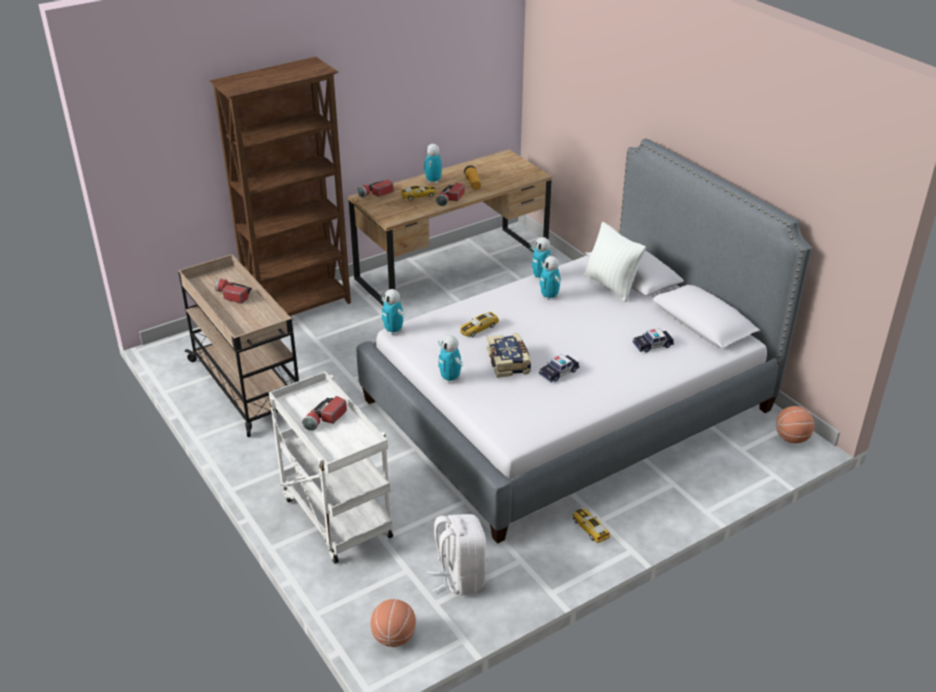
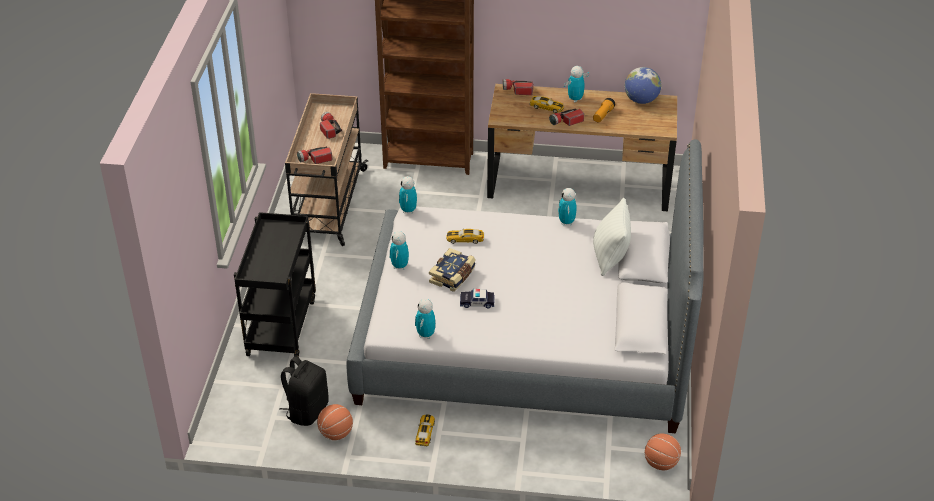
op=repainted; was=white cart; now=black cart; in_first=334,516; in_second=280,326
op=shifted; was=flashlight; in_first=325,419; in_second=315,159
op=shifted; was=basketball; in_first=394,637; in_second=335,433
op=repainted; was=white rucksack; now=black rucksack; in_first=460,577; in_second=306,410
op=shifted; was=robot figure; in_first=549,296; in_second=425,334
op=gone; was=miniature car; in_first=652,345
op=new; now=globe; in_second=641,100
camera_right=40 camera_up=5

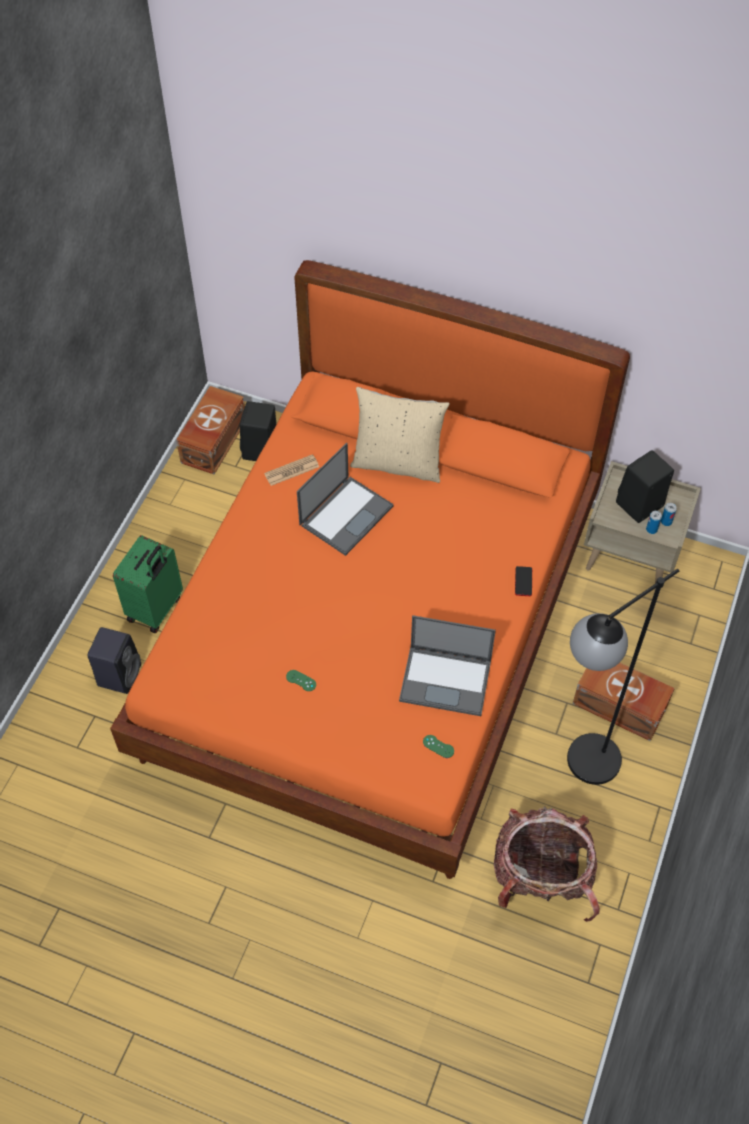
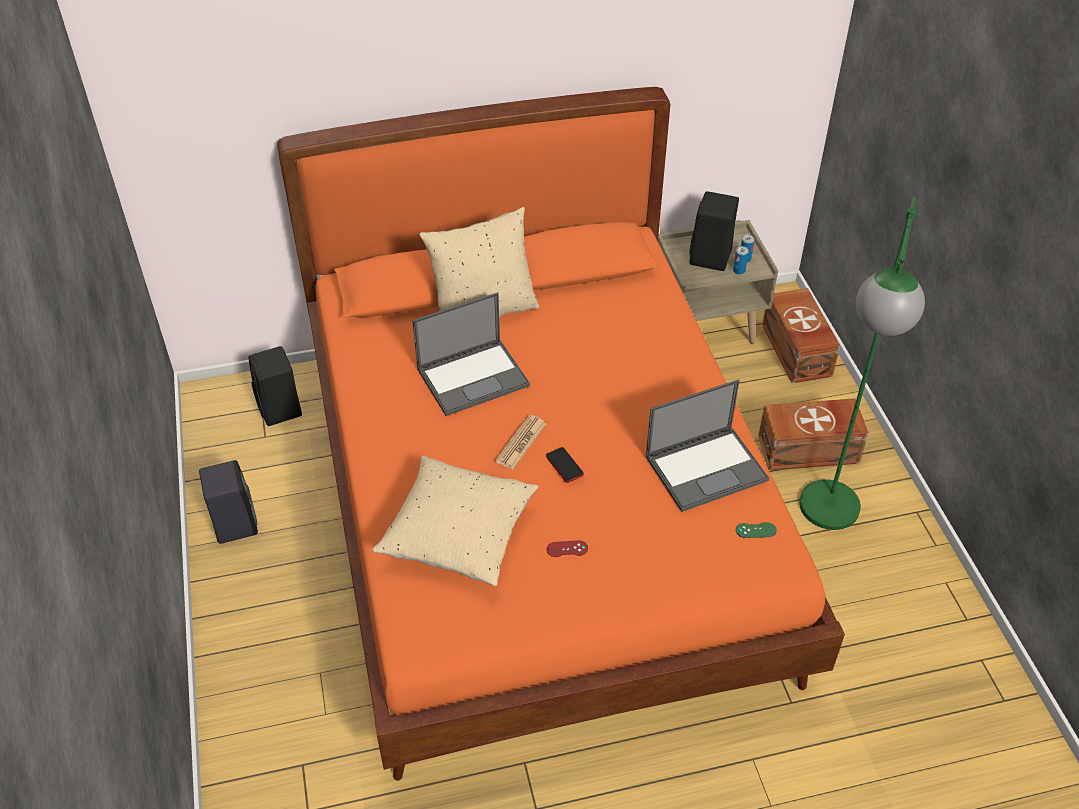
op=shifted; was=black audio speaker; in_first=119,673; in_second=234,522
op=gone; was=green-coloured piece of luggage; in_first=156,609
op=shifted; was=brownish storage box; in_first=212,442; in_second=795,351
op=shifted; was=printed paper; in_first=291,470; in_second=521,443
op=repainted; was=green-coloured game controller; now=red game controller; in_first=301,680; in_second=567,549
op=rotated; was=notebook computer; in_first=346,514; in_second=474,377; clockwise=60
op=gone; was=rucksack; in_first=541,878
op=shifted; was=telephone; in_first=523,581; in_second=564,465
op=repainted; was=black standard lamp; now=green-coloured standard lamp; in_first=579,771; in_second=826,523
op=new; now=beige-coloured pillow; in_second=458,535
camera_right=-35 camera_up=-10

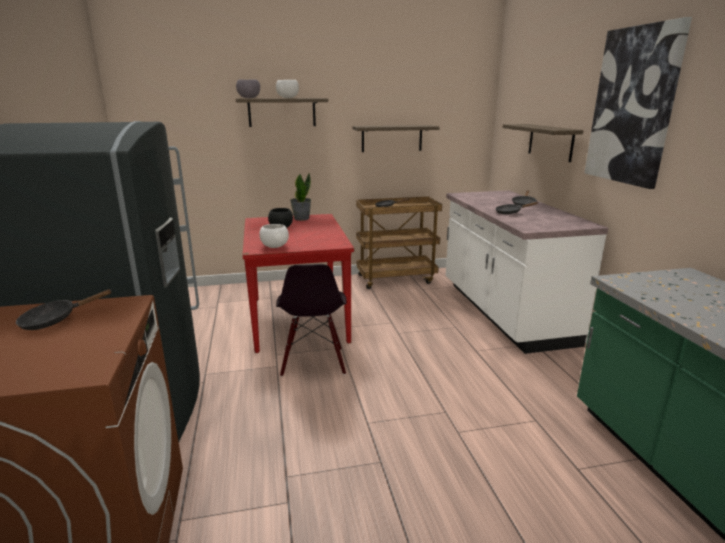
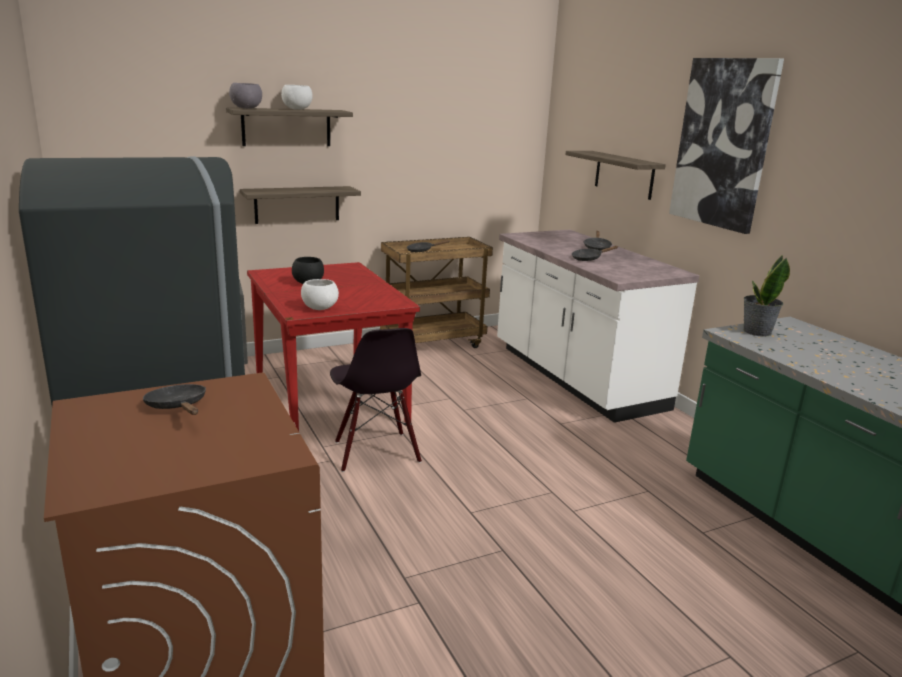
op=rotated; was=black pan; in_first=55,320; in_second=178,407; clockwise=105
op=shifted; was=houseplant; in_first=301,218; in_second=756,332
op=shifted; was=shelf; in_first=392,138; in_second=297,204
camera_right=-15 camera_up=0

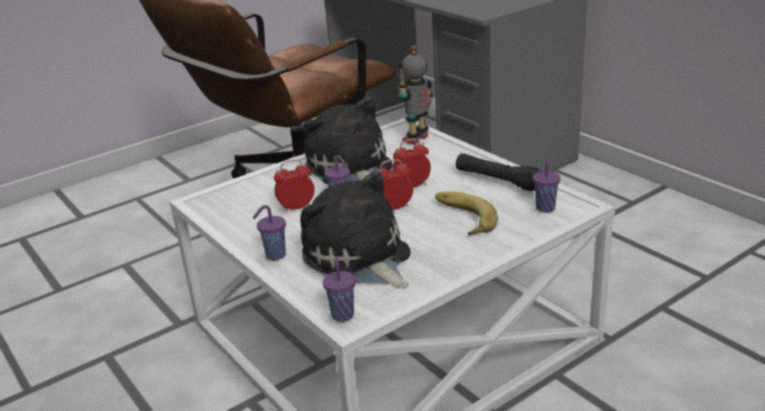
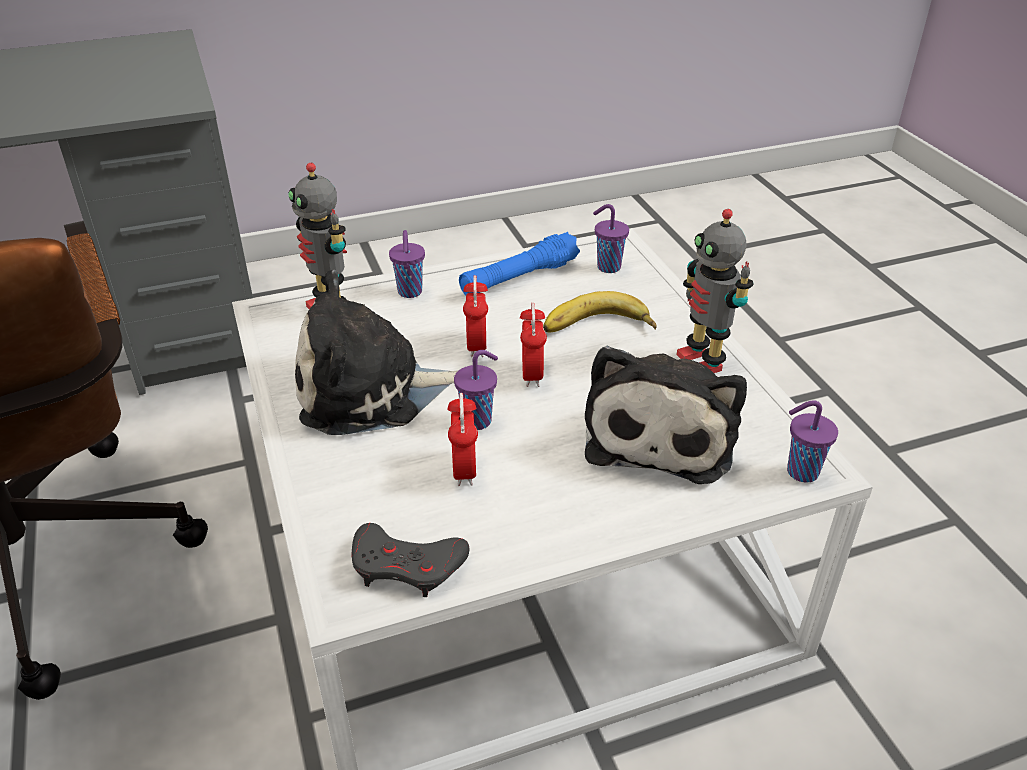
op=shifted; was=purple-coloured drinking cup; in_first=274,255; in_second=410,293
op=rotated; was=soft toy; in_first=359,259; in_second=661,433; clockwise=-60
op=repainted; was=black flashlight; now=blue flashlight; in_first=499,181; in_second=519,278
op=new; now=grey game controller; in_second=407,565
op=new; now=robot figure; in_second=702,361
camera_right=-75 camera_up=10

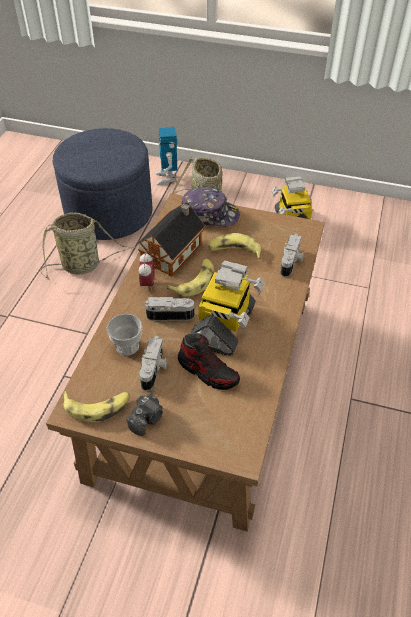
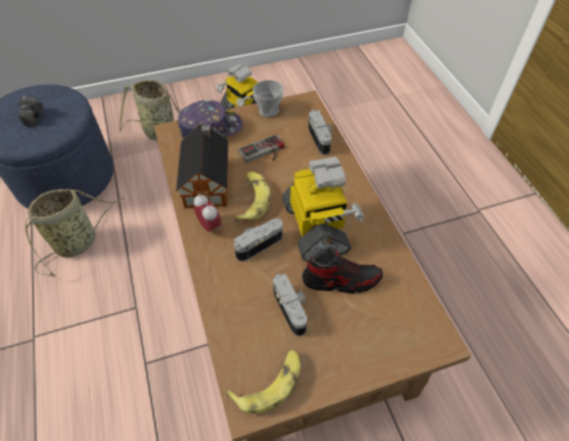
op=shifted; was=drinking cup; in_first=127,346; in_second=268,110
op=shifted; was=still camera; in_first=147,419; in_second=34,117
op=gone; was=robot figure; in_first=167,178
op=swapped; was=banana fruit; now=game controller; in_first=234,251; in_second=263,153
camera_right=-35 camera_up=5

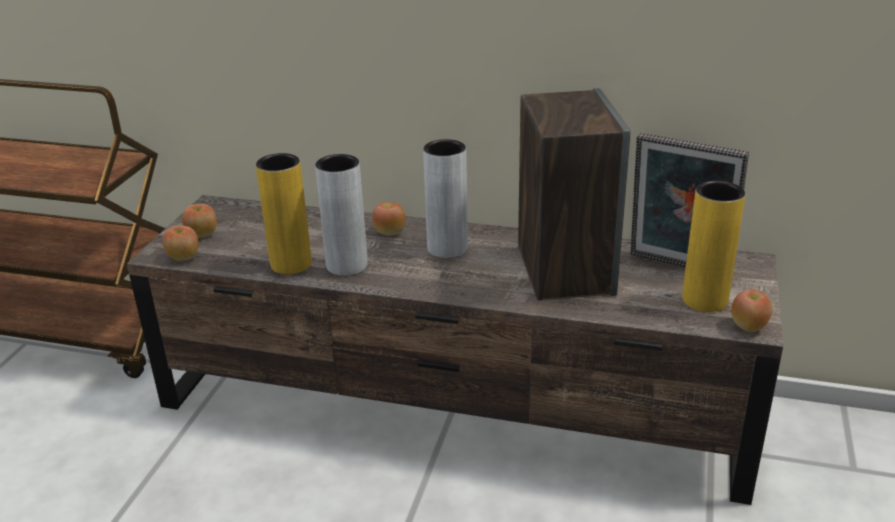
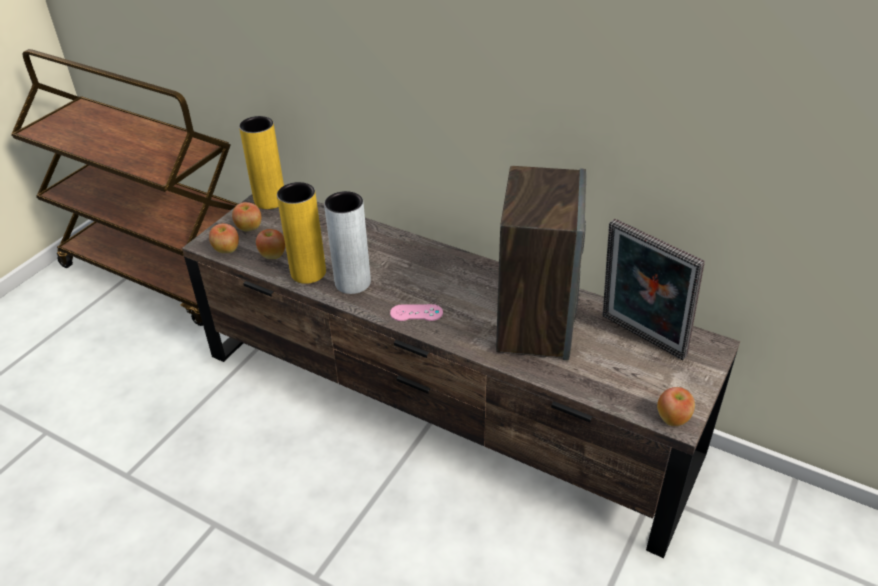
op=shifted; was=apple fruit; in_first=389,233; in_second=273,255
op=gone; was=grey flower vase; in_first=447,248
op=shifted; was=yellow flower vase; in_first=704,300; in_second=270,200
op=new; now=pinkish game controller; in_second=416,313
camera_right=15 camera_up=10

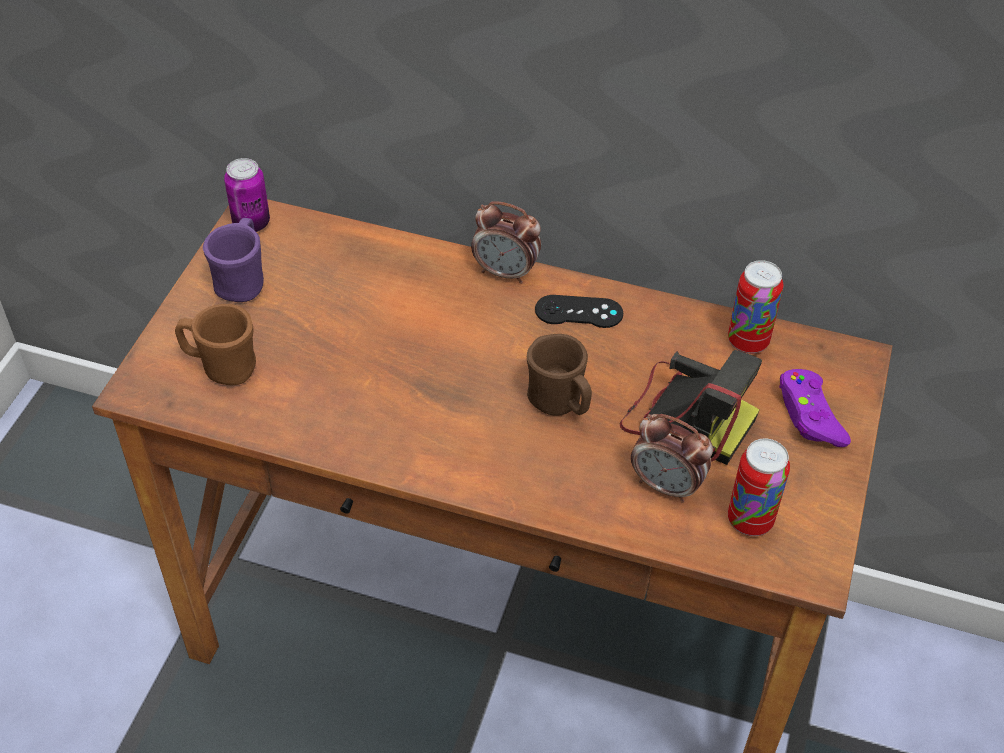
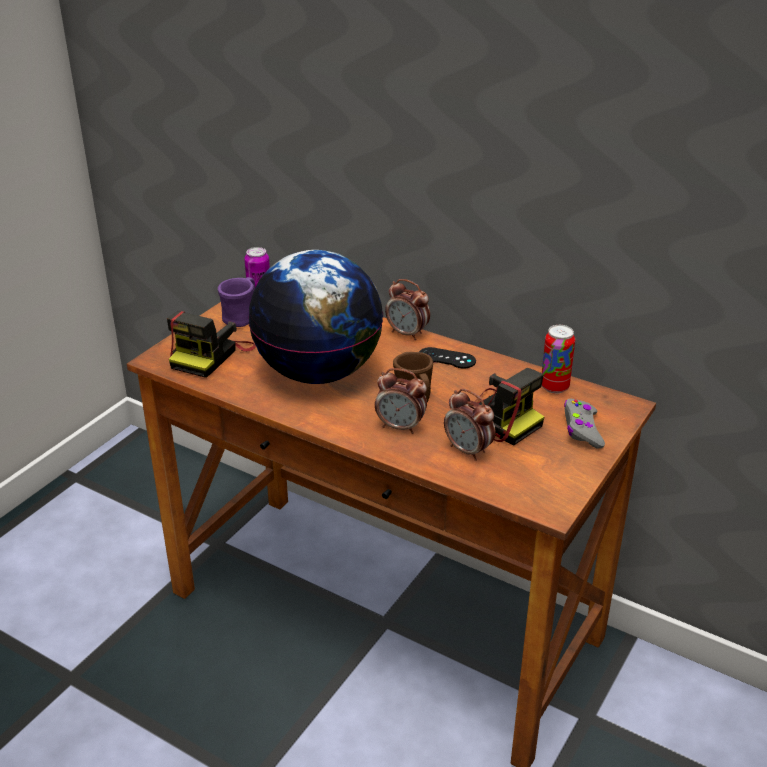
op=swapped; was=brownish mug; now=still camera; in_first=221,367; in_second=211,355
op=gone; was=can; in_first=750,520
op=repainted; was=purple-coloured game controller; now=grey game controller; in_first=809,415; in_second=582,429
op=new; now=globe; in_second=319,372
op=new; now=alarm clock; in_second=400,427
camera_right=15 camera_up=-15

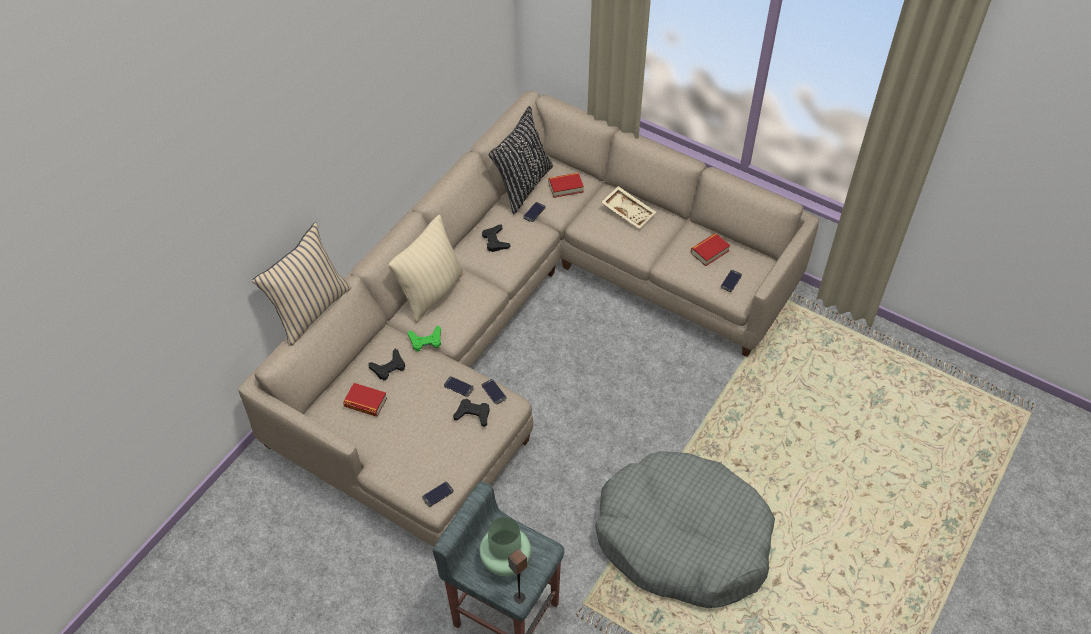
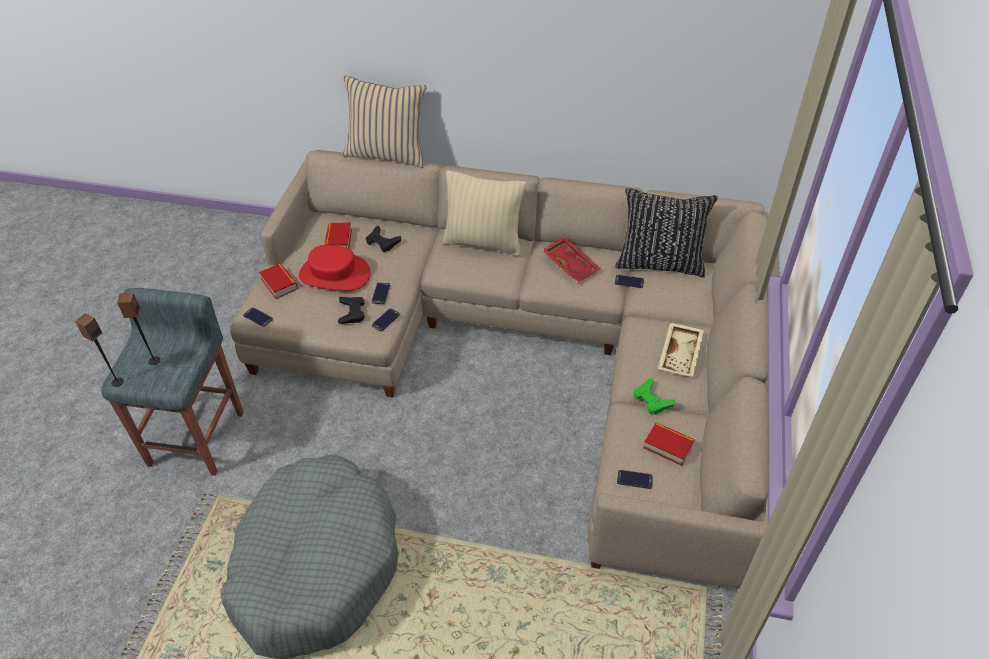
op=shifted; was=green-coloured game controller; in_first=426,341; in_second=651,400
op=swapped; was=green-coloured flower vase; now=audio speaker; in_first=505,562; in_second=154,360
op=swapped; was=black game controller; now=red carrying tray; in_first=495,241; in_second=571,264
op=shifted; was=book; in_first=565,187; in_second=279,284
op=new; now=red clothing hat; in_second=334,274
camera_right=70 camera_up=-5

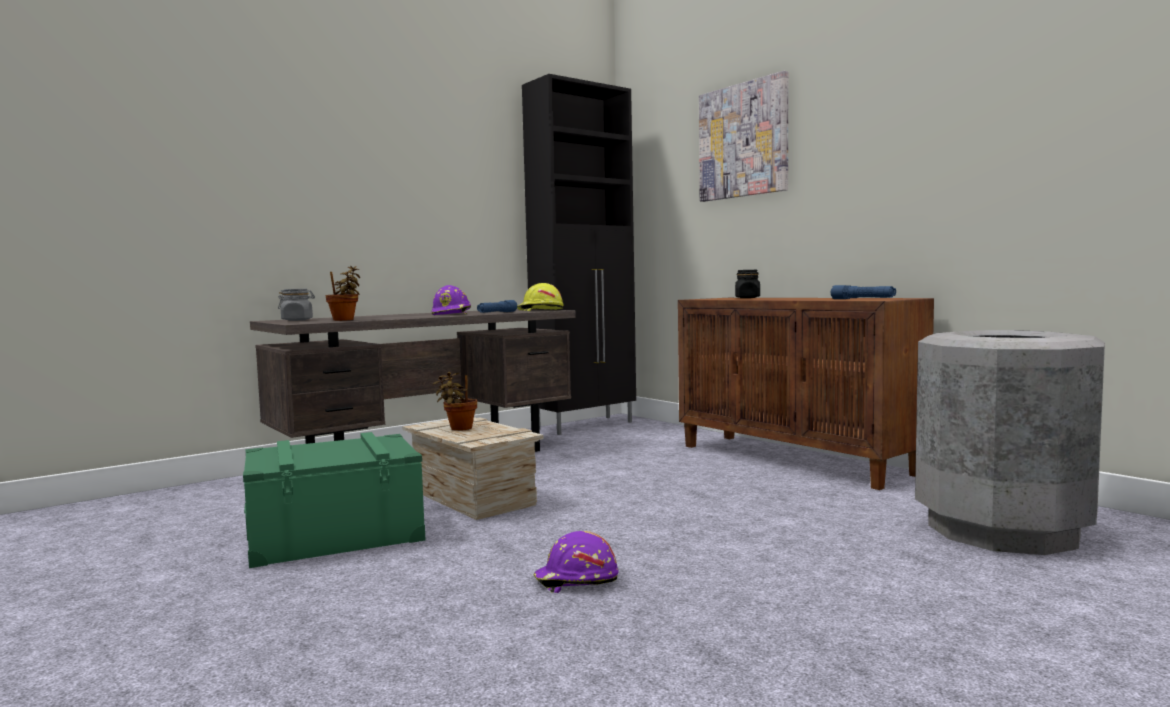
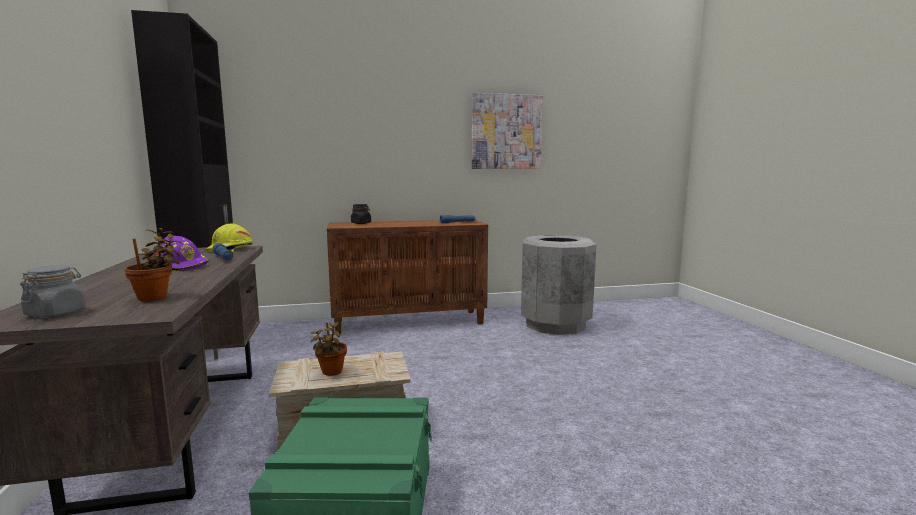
op=gone; was=purple-coloured safety helmet; in_first=576,581
op=shifted; was=wall art; in_first=743,140; in_second=506,132
camera_right=-65 camera_up=5

